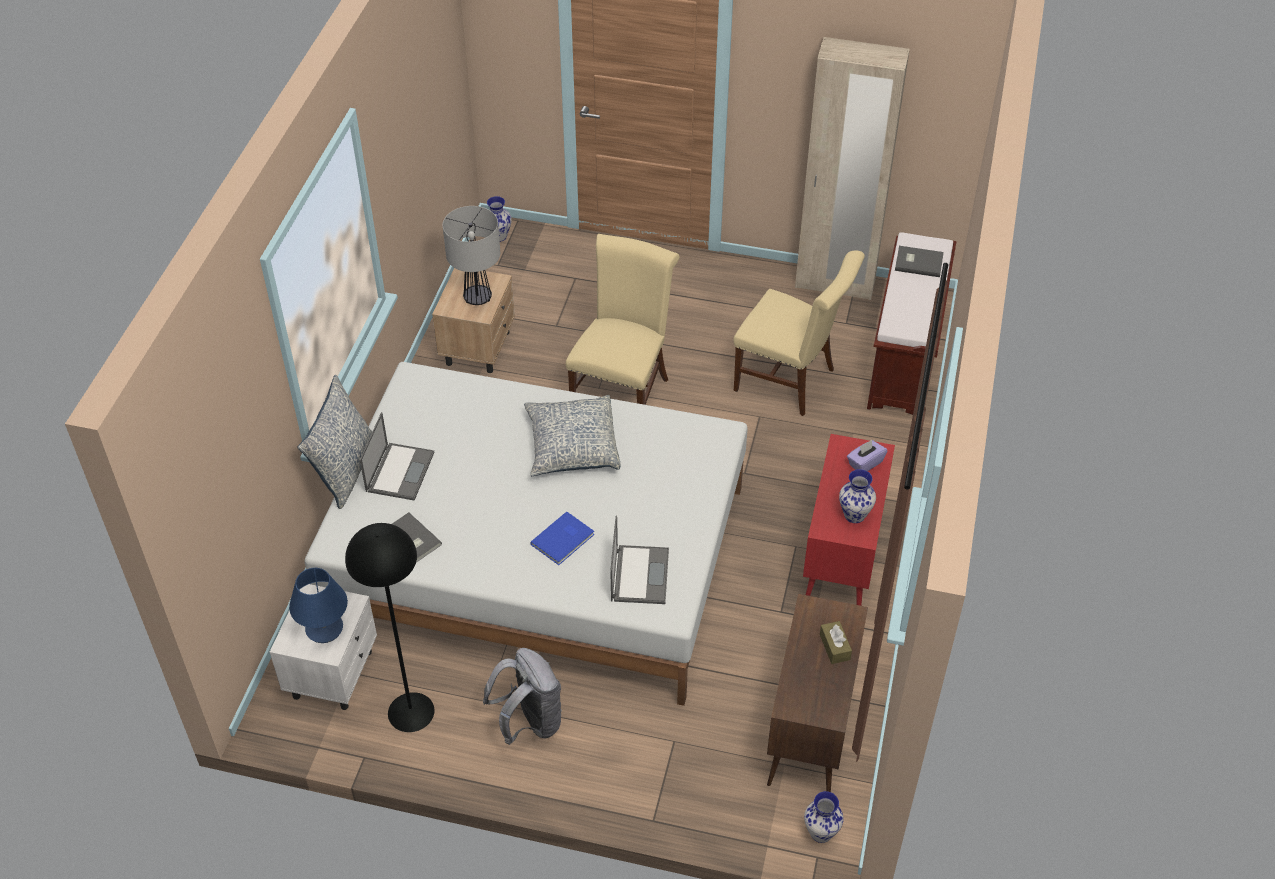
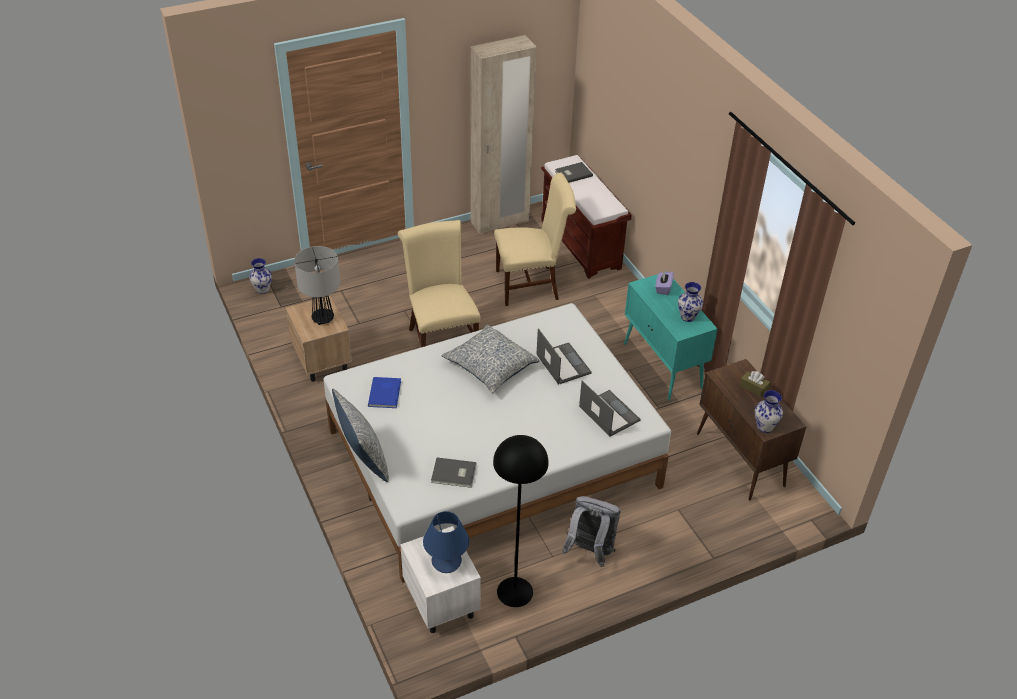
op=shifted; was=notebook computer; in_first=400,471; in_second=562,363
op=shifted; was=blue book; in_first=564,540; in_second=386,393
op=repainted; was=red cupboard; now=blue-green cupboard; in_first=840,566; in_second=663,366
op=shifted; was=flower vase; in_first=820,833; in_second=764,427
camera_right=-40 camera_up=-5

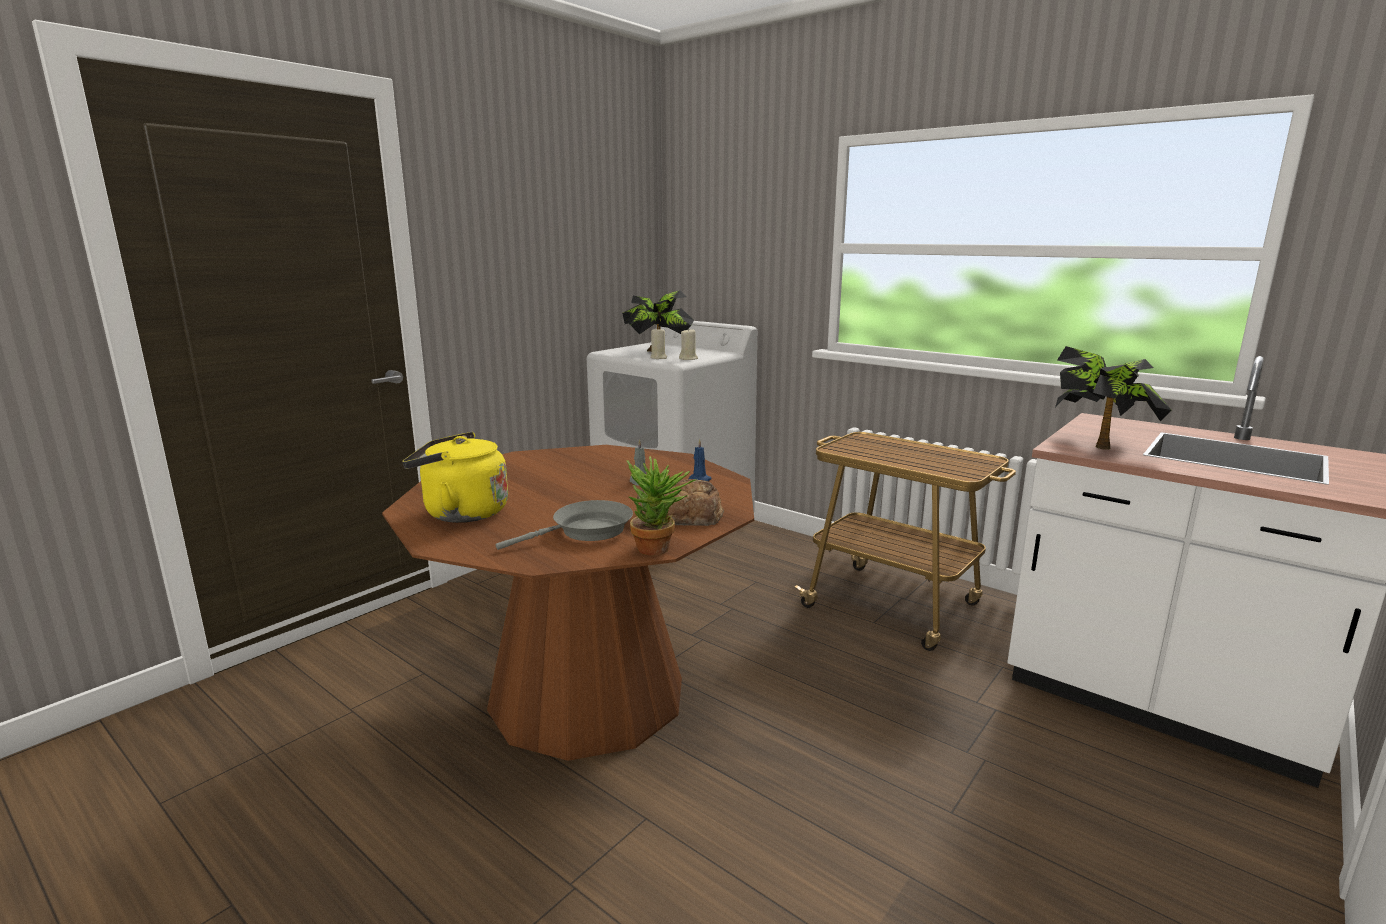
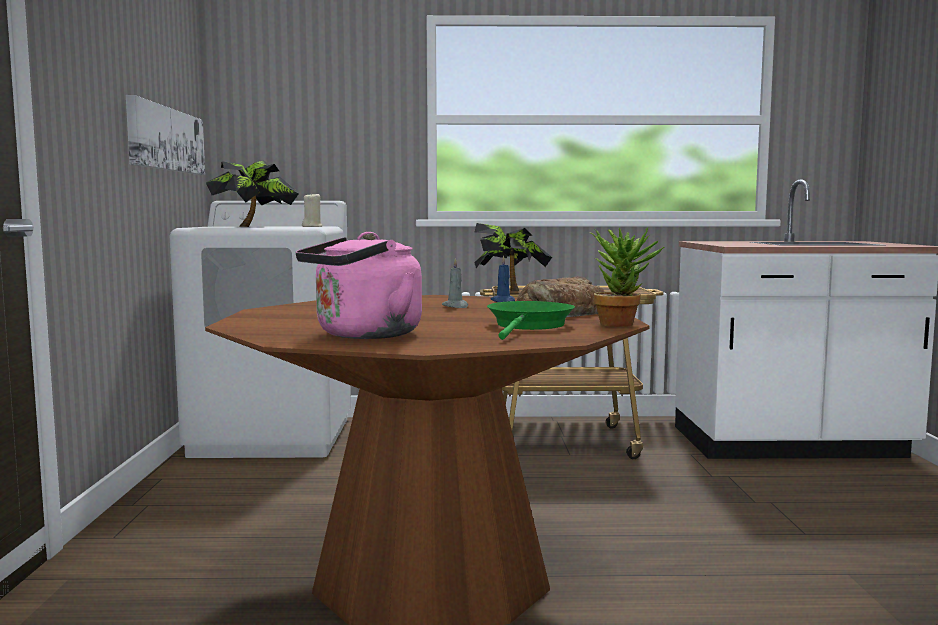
op=repainted; was=yellow tea kettle; now=pinkish tea kettle; in_first=461,513; in_second=363,335
op=repainted; was=grey pan; now=green-coloured pan; in_first=586,531; in_second=529,326
op=gone; was=beige-coloured wax light; in_first=658,358
op=shifted; was=houseplant; in_first=1099,444; in_second=510,289
op=new; now=wall art; in_second=165,139
camera_right=-40 camera_up=-10

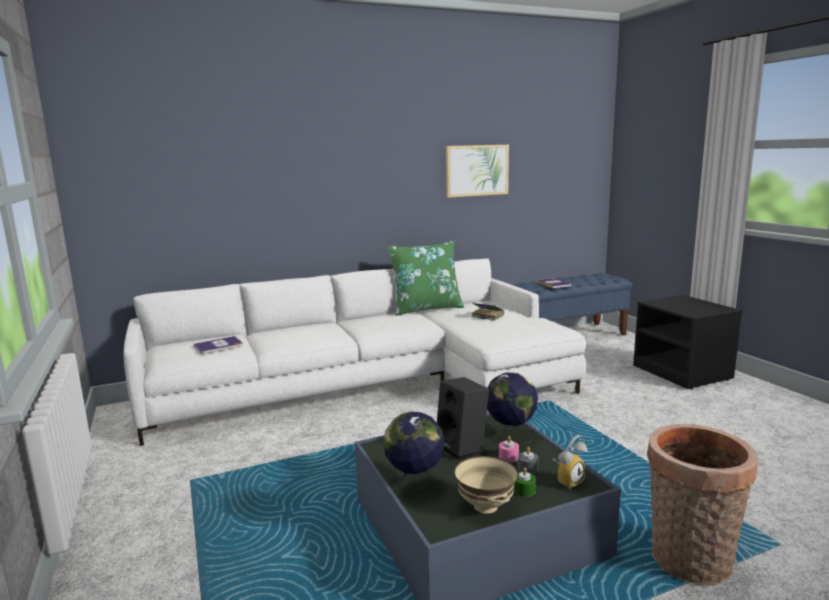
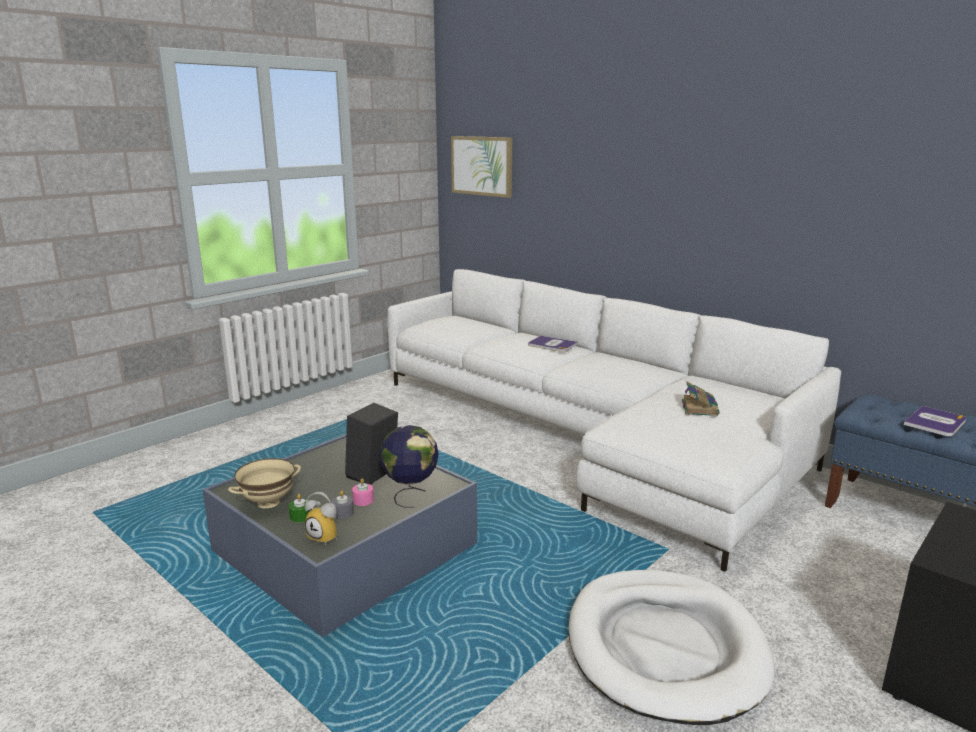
op=shifted; was=book; in_first=218,346; in_second=552,345
op=gone; was=globe; in_first=414,484
op=gone; was=green-coloured pillow; in_first=426,309
op=shifted; was=wall art; in_first=477,170; in_second=482,166
op=gone; was=storage basket; in_first=689,564
op=new; now=white dog cushion; in_second=665,648
camera_right=65 camera_up=5

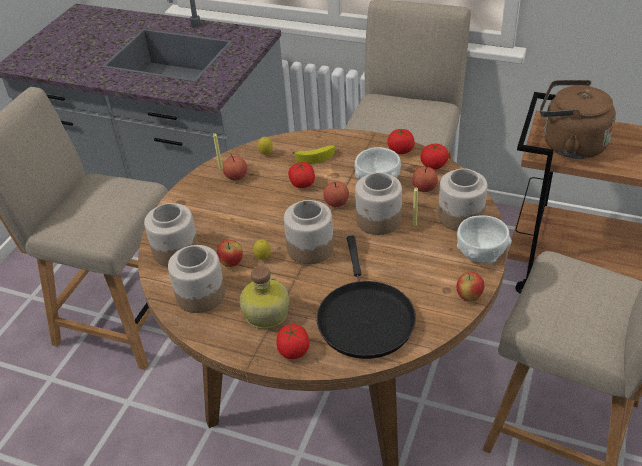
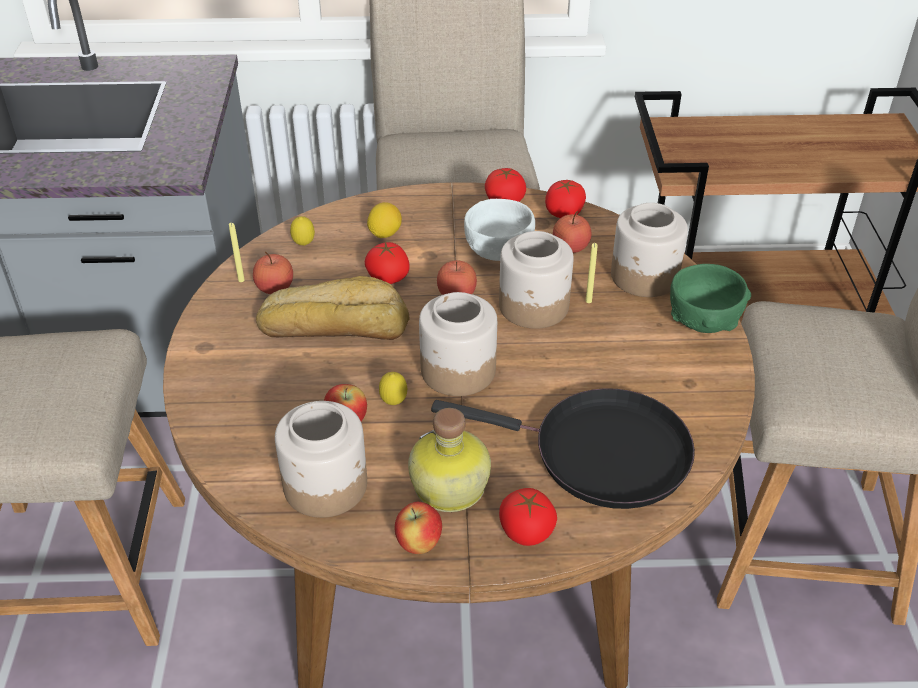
op=gone; was=preserve jar; in_first=175,251
op=swapped; was=banana fruit; now=citrus fruit; in_first=316,156; in_second=384,234
op=rotated; was=black pan; in_first=364,318; in_second=600,453; clockwise=-45
op=repainted; was=white deep dish; now=green-coloured deep dish; in_first=481,253; in_second=703,321
op=shifted; was=apple fruit; in_first=469,297; in_second=419,544
op=gone; was=brownish tea kettle; in_first=569,145
op=new; now=bakery bread; in_second=334,323
camera_right=-25 camera_up=0

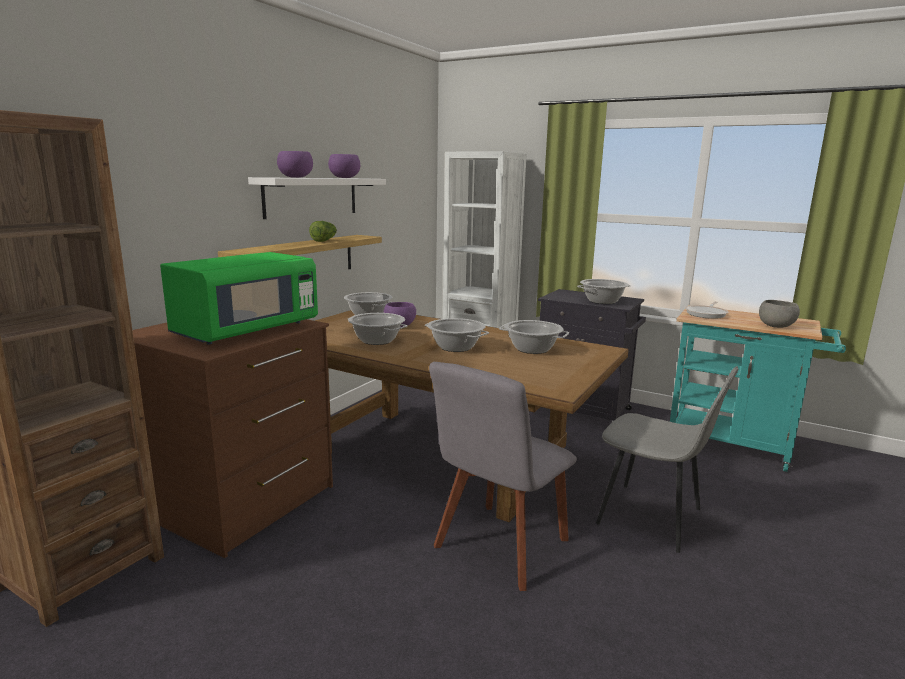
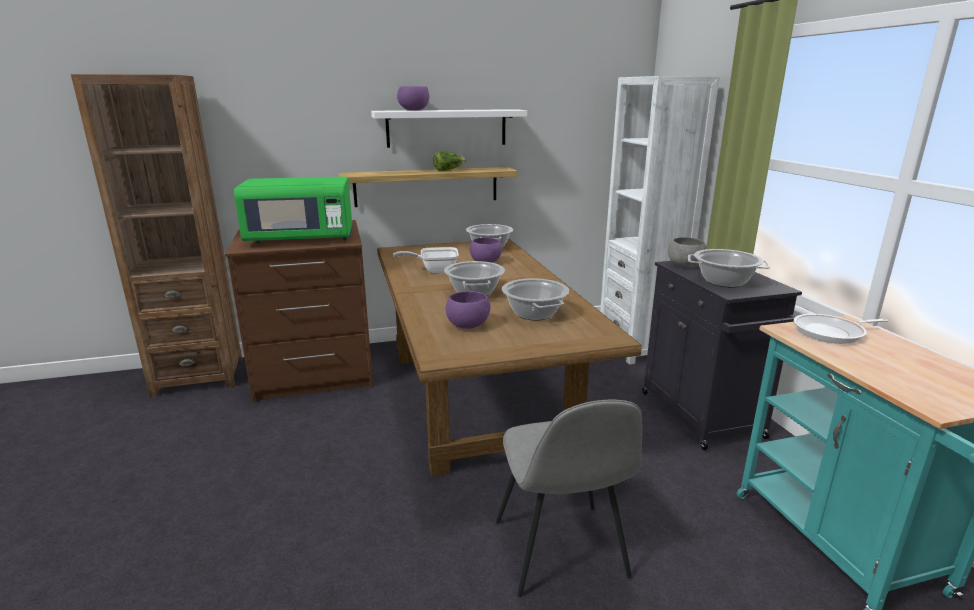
op=shifted; was=purple-coloured deep dish; in_first=344,178; in_second=467,325
op=swapped; was=stockpot; now=pan; in_first=376,340; in_second=434,270
op=gone; was=grey chair; in_first=498,547
op=shifted; was=grey deep dish; in_first=776,326; in_second=685,266
camera_right=45 camera_up=5

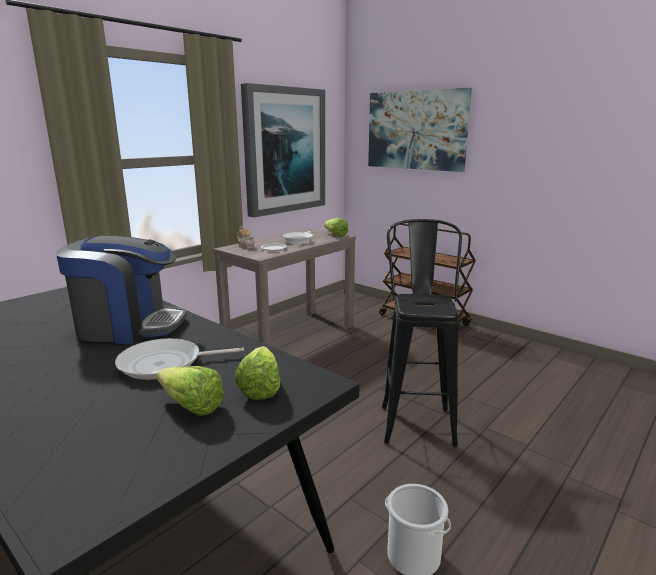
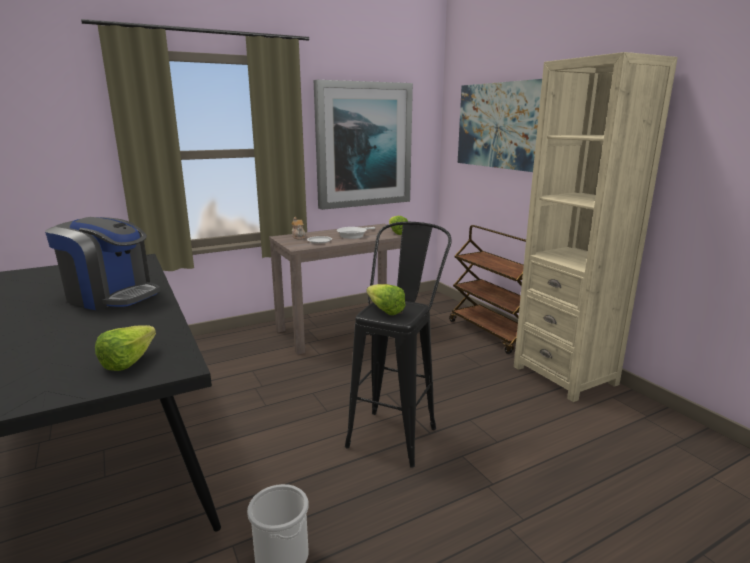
op=gone; was=pan; in_first=165,364
op=shifted; was=lettuce; in_first=188,404; in_second=383,309
op=new; now=beige-coloured shelving unit; in_second=564,375
camera_right=20 camera_up=0

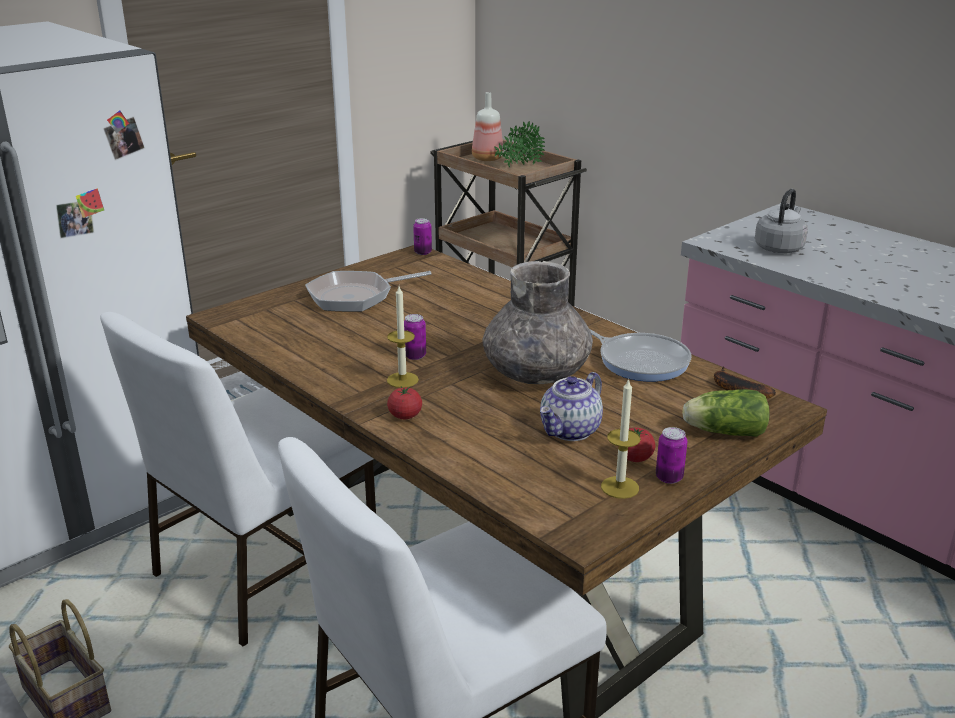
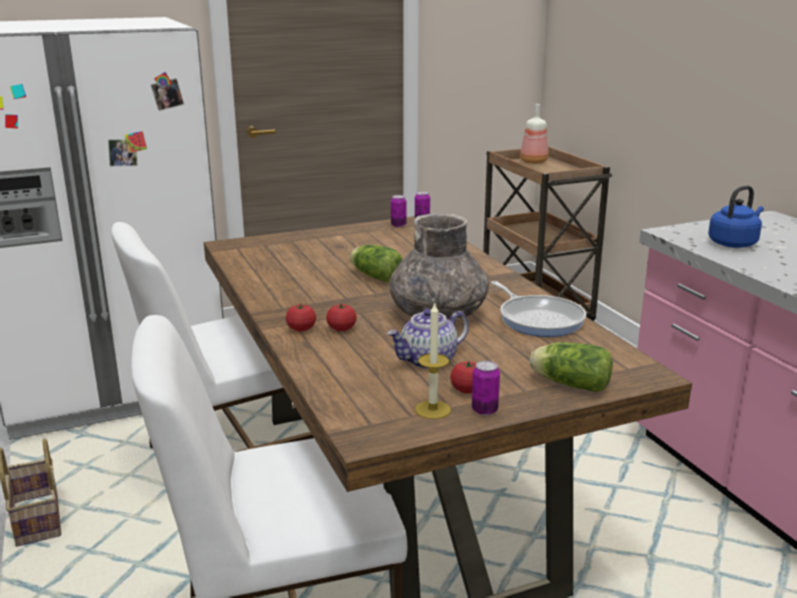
op=gone; was=pan; in_first=356,296
op=gone; was=wax light; in_first=402,380
op=shifted; was=can; in_first=415,356; in_second=398,225
op=gone; was=houseplant; in_first=519,166
op=gone; was=banana fruit; in_first=735,389
op=repainted; was=grey tea kettle; now=blue tea kettle; in_first=779,248; in_second=734,243
op=new; now=fresh tomato; in_second=341,329
op=new; now=lettuce; in_second=374,276
camera_right=20 camera_up=-5

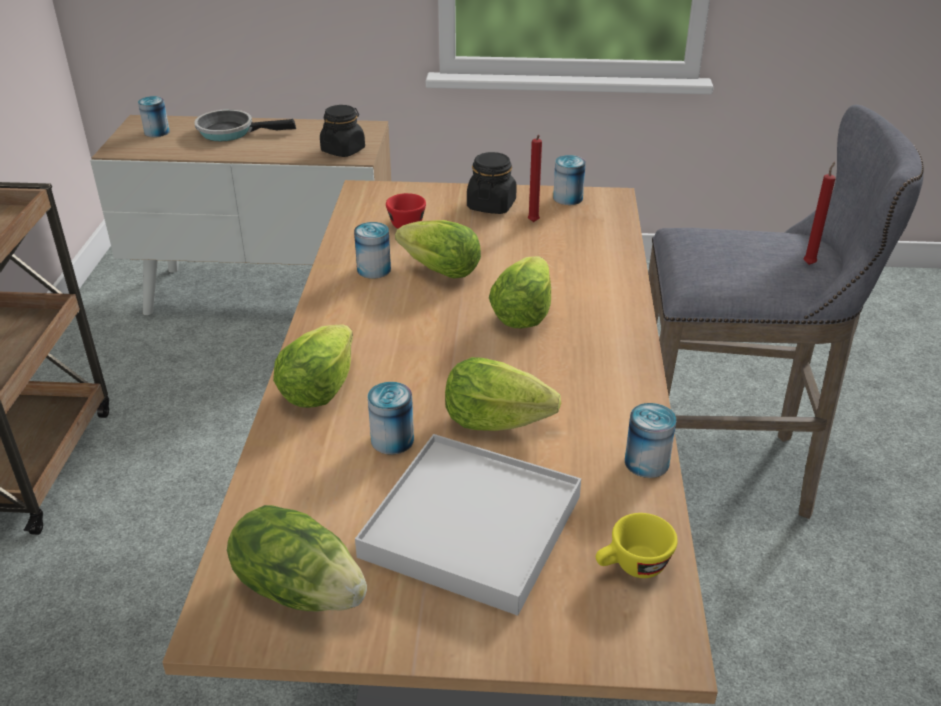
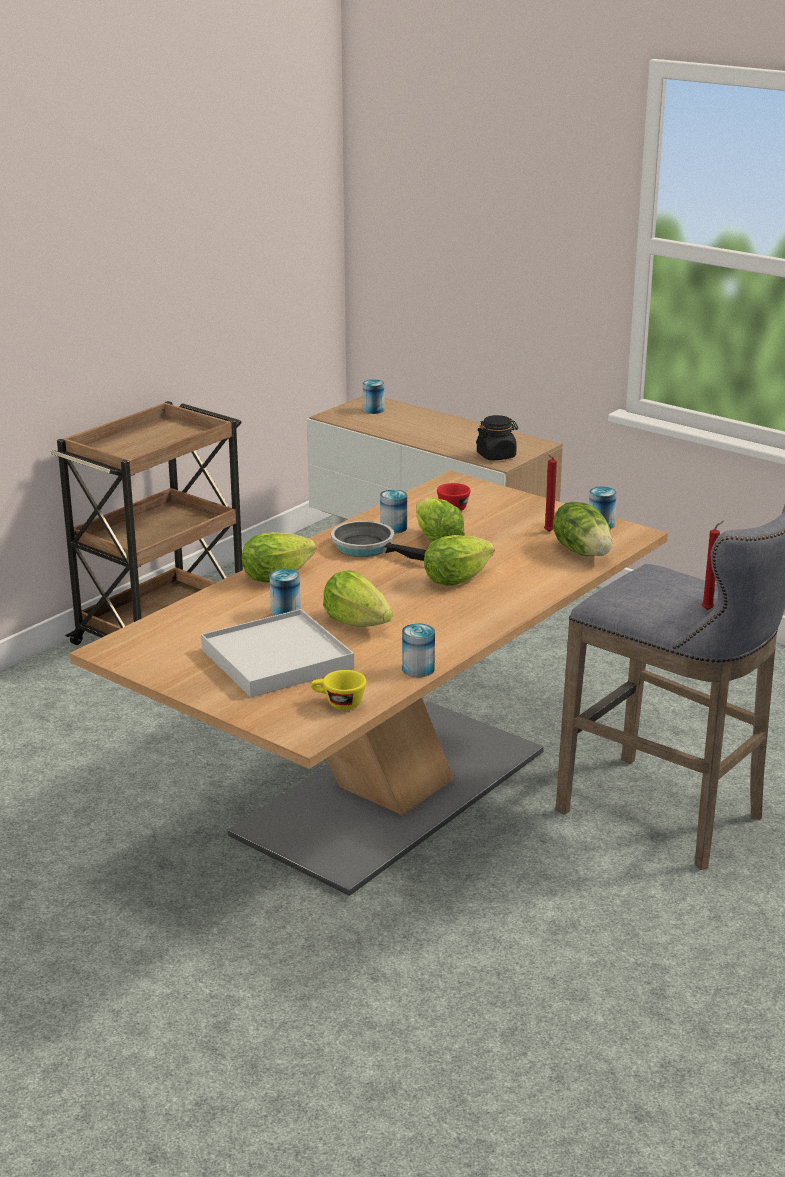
op=shifted; was=pan; in_first=231,132; in_second=368,547
op=shifted; was=lettuce; in_first=300,588; in_second=583,551
op=gone; was=black preserve jar; in_first=491,205
camera_right=35 camera_up=-10

